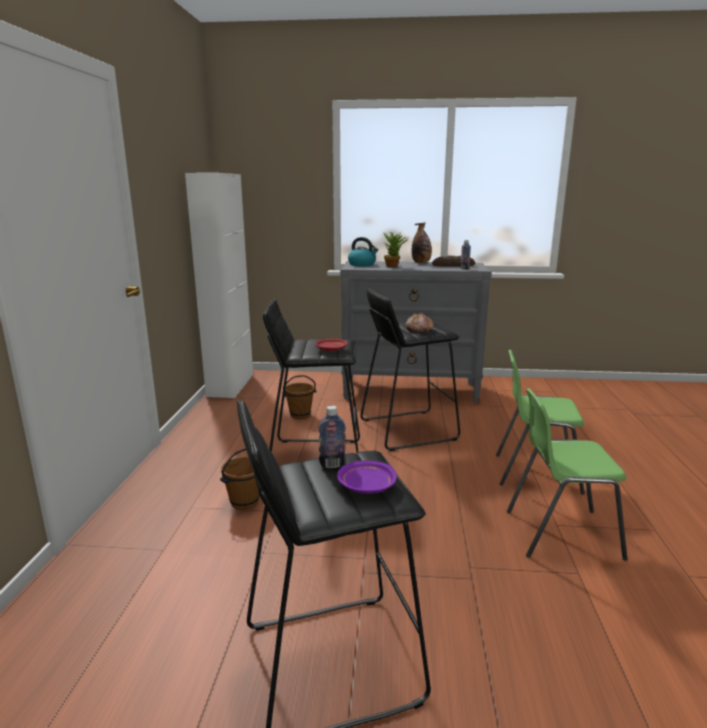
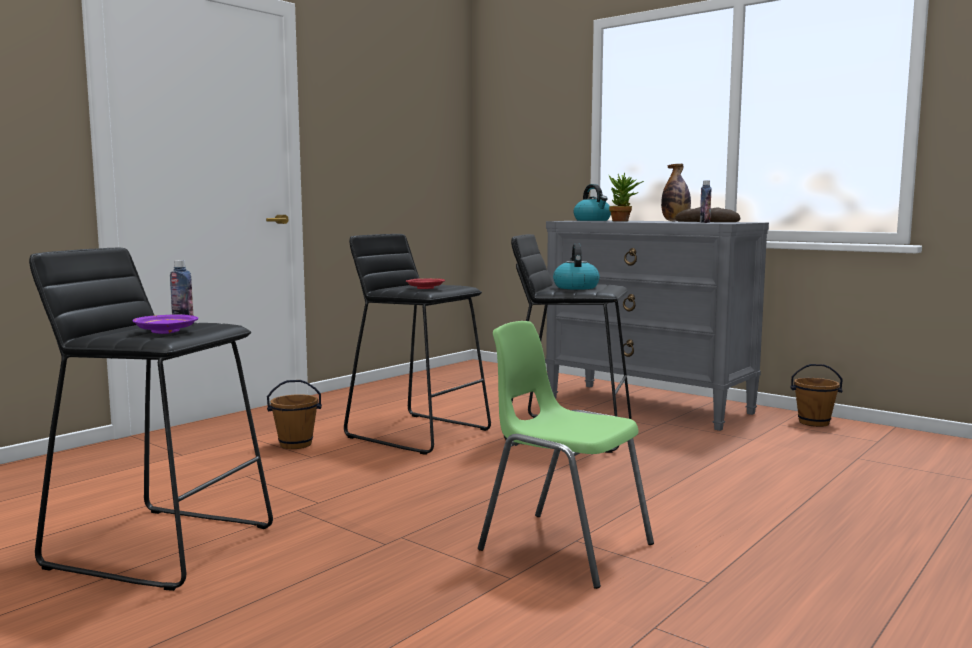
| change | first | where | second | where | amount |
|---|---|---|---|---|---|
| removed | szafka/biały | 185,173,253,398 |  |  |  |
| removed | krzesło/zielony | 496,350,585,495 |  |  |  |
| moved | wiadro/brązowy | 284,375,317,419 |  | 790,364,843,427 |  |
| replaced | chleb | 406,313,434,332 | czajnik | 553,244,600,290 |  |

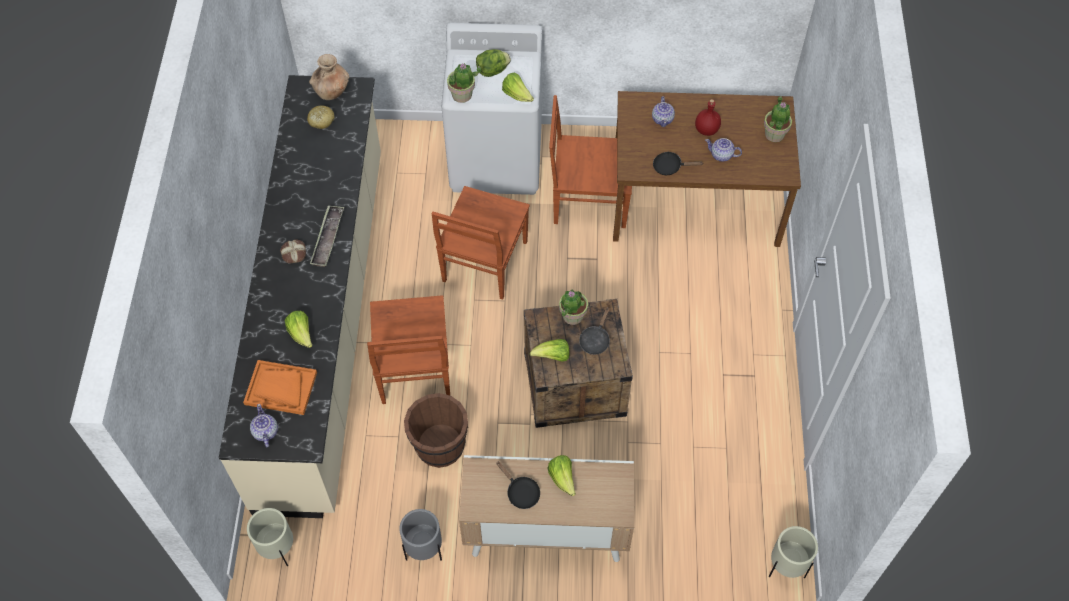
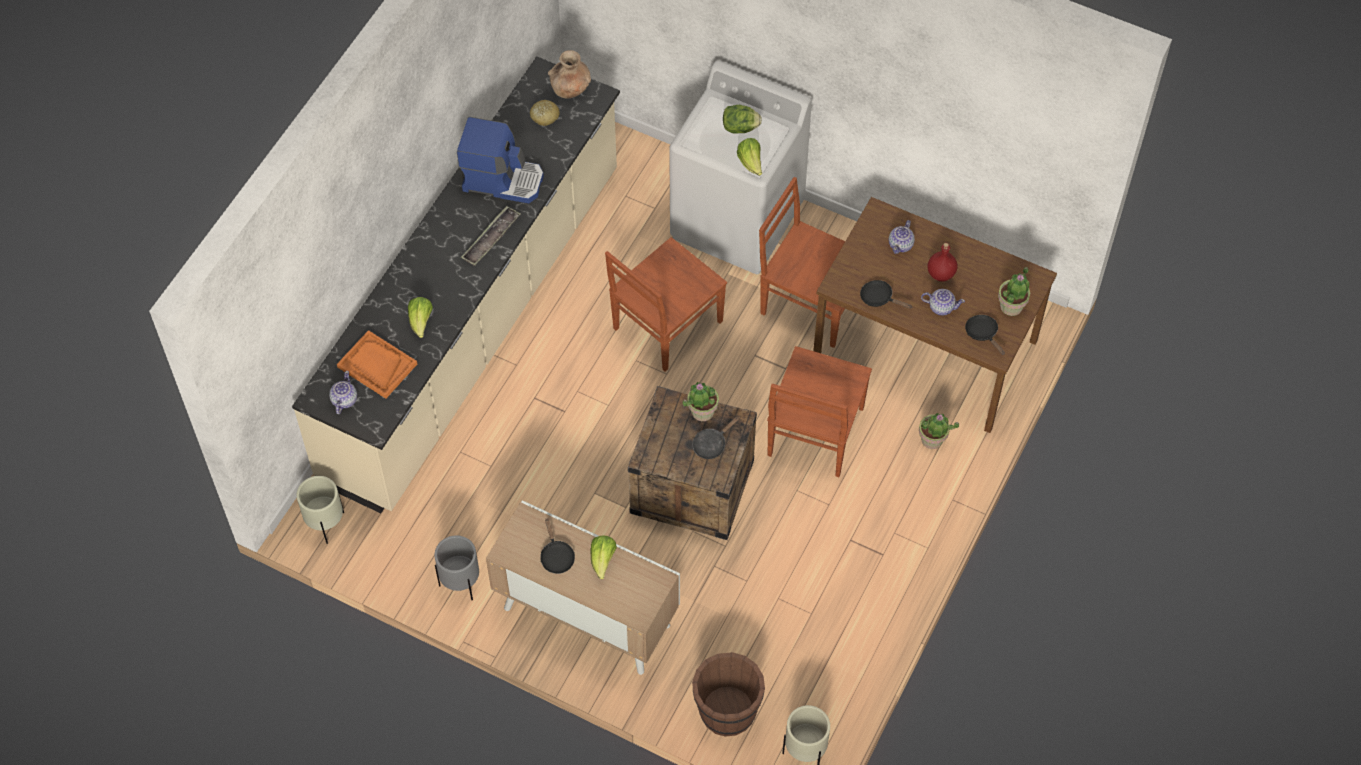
| change | first | where | second | where | amount |
|---|---|---|---|---|---|
| removed | chleb | 280,239,306,264 |  |  |  |
| removed | sałata | 530,339,569,362 |  |  |  |
| added |  |  | ekspres do kawy | 457,117,544,203 |  |
| added |  |  | patelnia/czarny | 965,315,1005,355 |  |
| moved | krzesło/brązowy | 367,295,450,404 |  | 767,346,872,477 |  |
| moved | wiadro/brązowy | 404,393,468,468 |  | 692,652,765,737 |  |
| moved | roślina doniczkowa | 447,63,481,103 |  | 919,413,959,449 |  |
| turned | imbryk | 705,138,742,162 |  | 921,289,965,315 | 150 degrees clockwise |

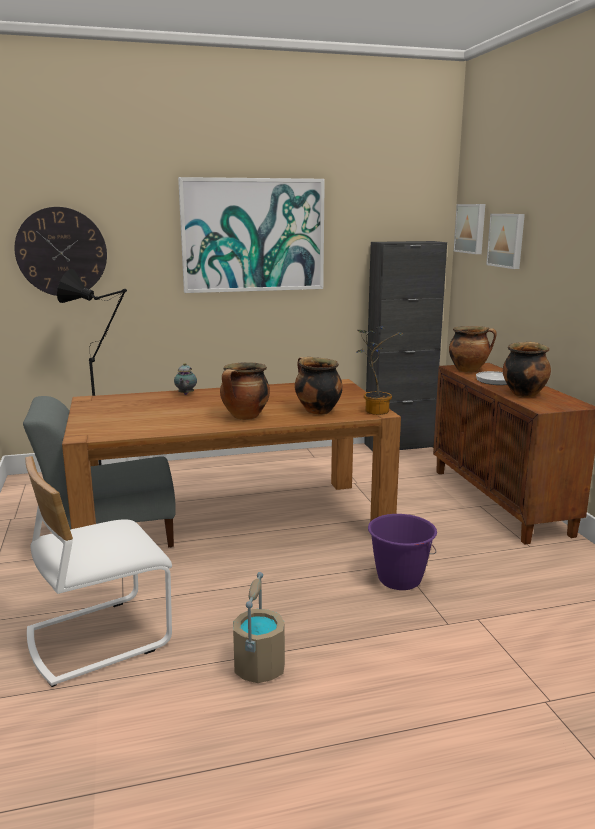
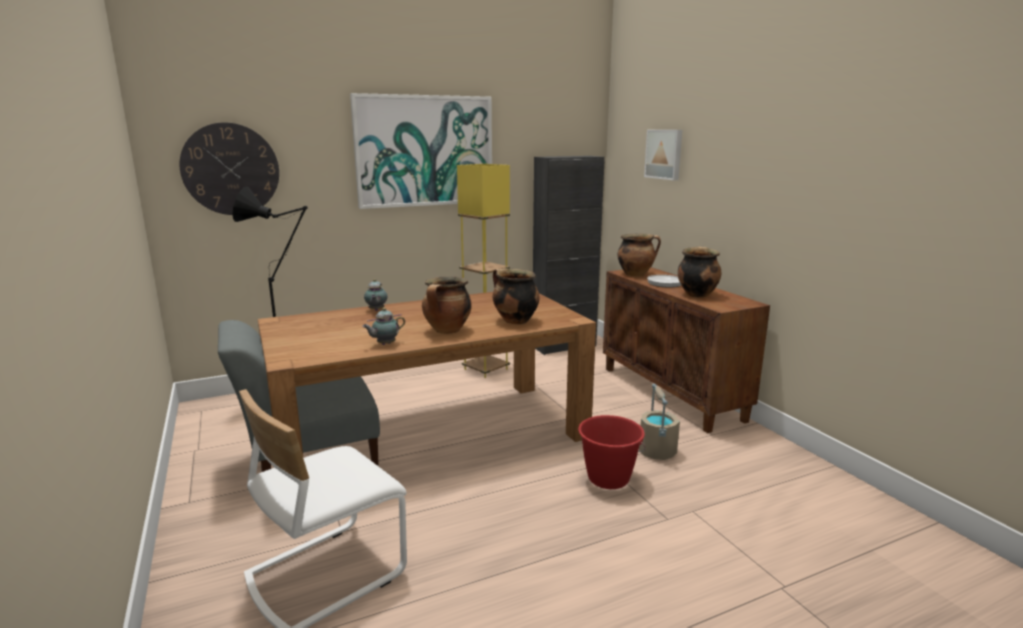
| change | first | where | second | where | amount |
|---|---|---|---|---|---|
| removed | roślina doniczkowa | 357,326,404,415 |  |  |  |
| removed | obraz | 454,204,485,254 |  |  |  |
| added |  |  | imbryk | 362,308,405,345 |  |
| added |  |  | lampa stojąca/żółty | 457,164,510,378 |  |
| moved | wiadro/beżowy | 233,572,285,683 |  | 639,384,680,460 |  |
| recoloured | wiadro/fioletowy | 368,514,437,590 | wiadro/czerwony | 578,415,645,489 |  |

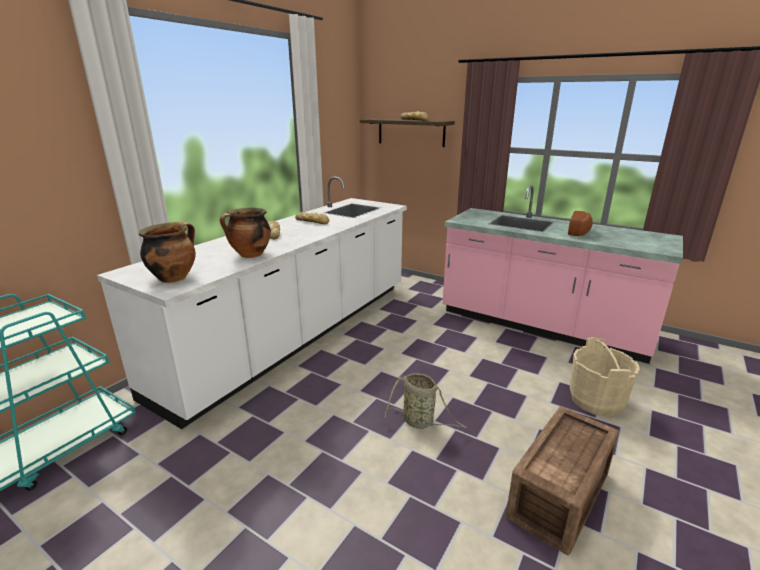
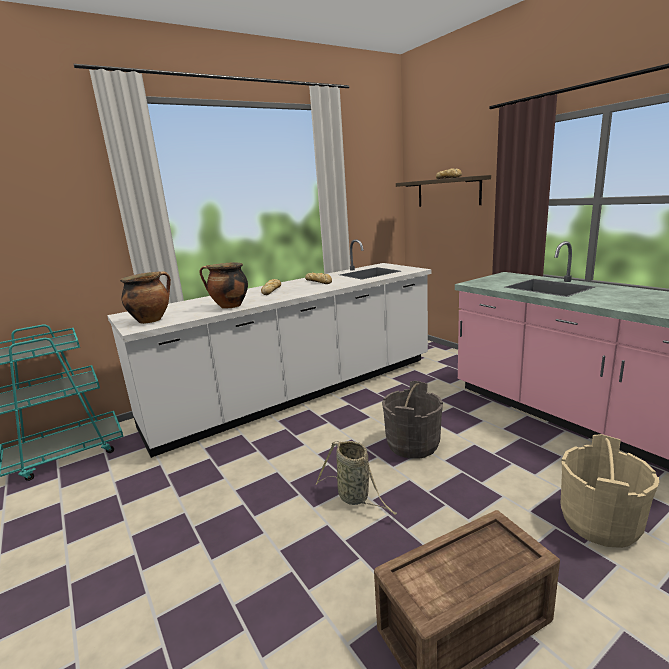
| change | first | where | second | where | amount |
|---|---|---|---|---|---|
| removed | chleb | 568,211,593,236 |  |  |  |
| added |  |  | wiadro/szary | 382,381,443,459 |  |

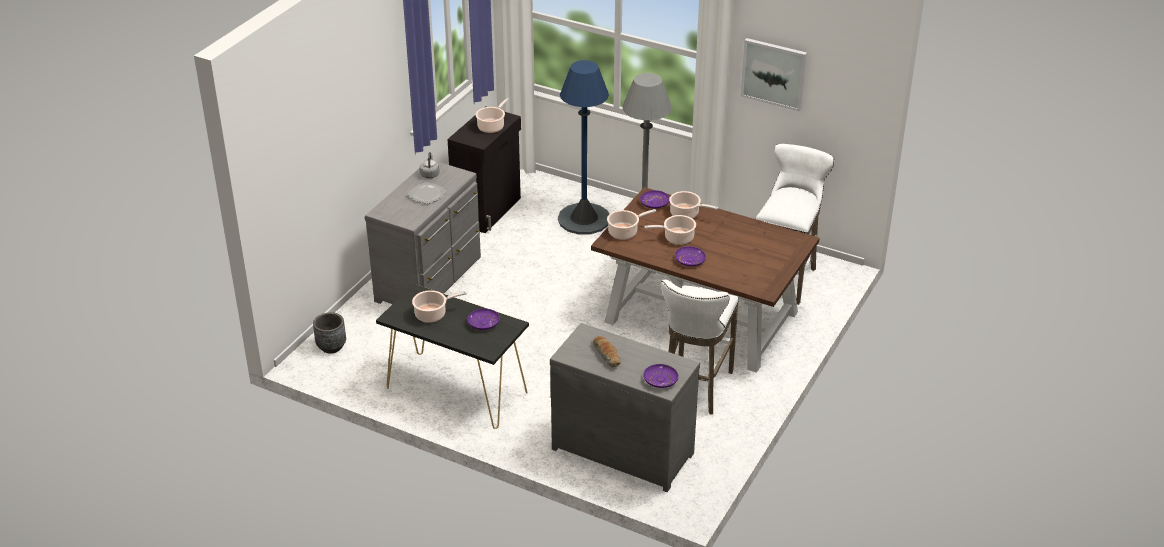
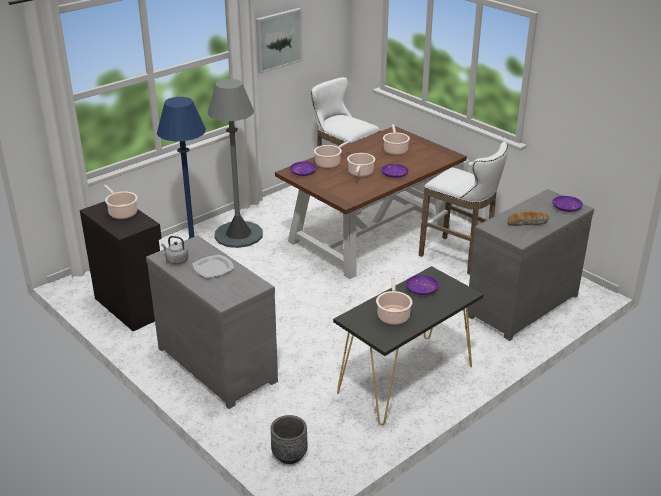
| change | first | where | second | where | amount |
|---|---|---|---|---|---|
| moved | garnek | 607,209,656,240 |  | 383,124,410,155 |  |

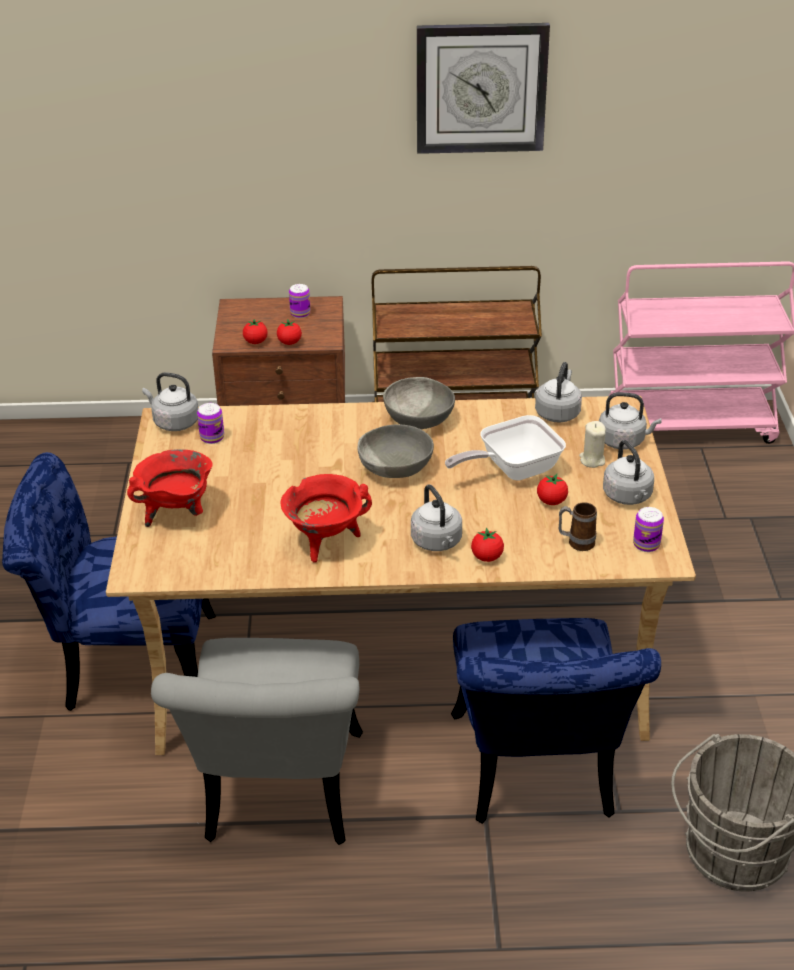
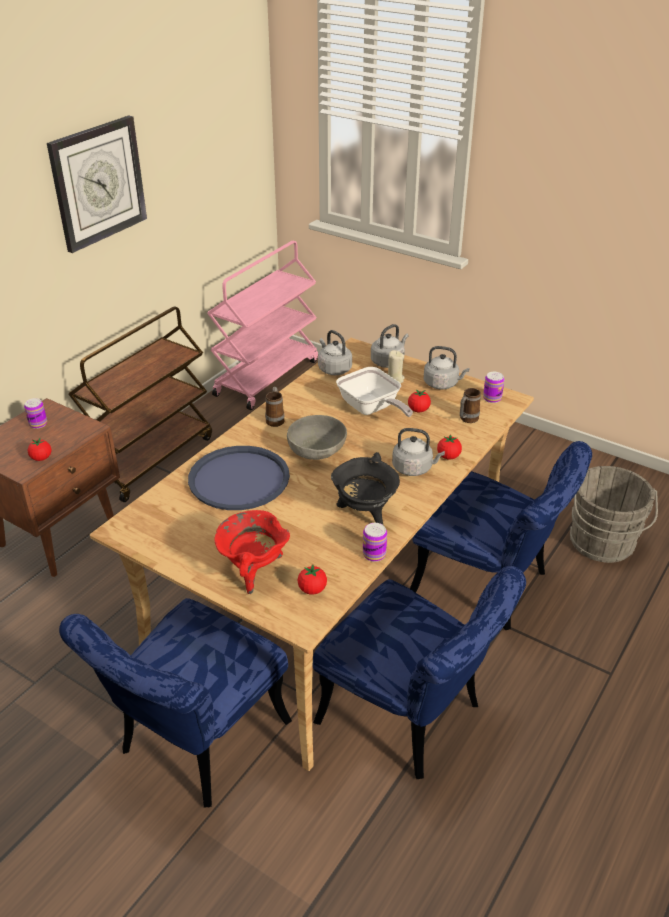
| change | first | where | second | where | amount |
|---|---|---|---|---|---|
| removed | czajnik/szary | 142,372,198,431 |  |  |  |
| added |  |  | taca/niebieski | 188,446,290,510 |  |
| moved | puszka | 197,403,224,444 |  | 363,523,387,562 |  |
| moved | pomidor | 277,320,302,345 |  | 298,564,327,595 |  |
| replaced | miska/szary | 383,377,455,429 | kubek | 265,387,285,427 |  |
| recoloured | krzesło/szary | 151,638,363,845 | krzesło/niebieski | 313,566,526,779 |  |
| recoloured | garnek/czerwony | 280,474,372,563 | garnek/czarny | 331,452,400,525 |  |
| turned | patelnia | 445,415,566,481 |  | 336,367,413,417 | 45 degrees counterclockwise |

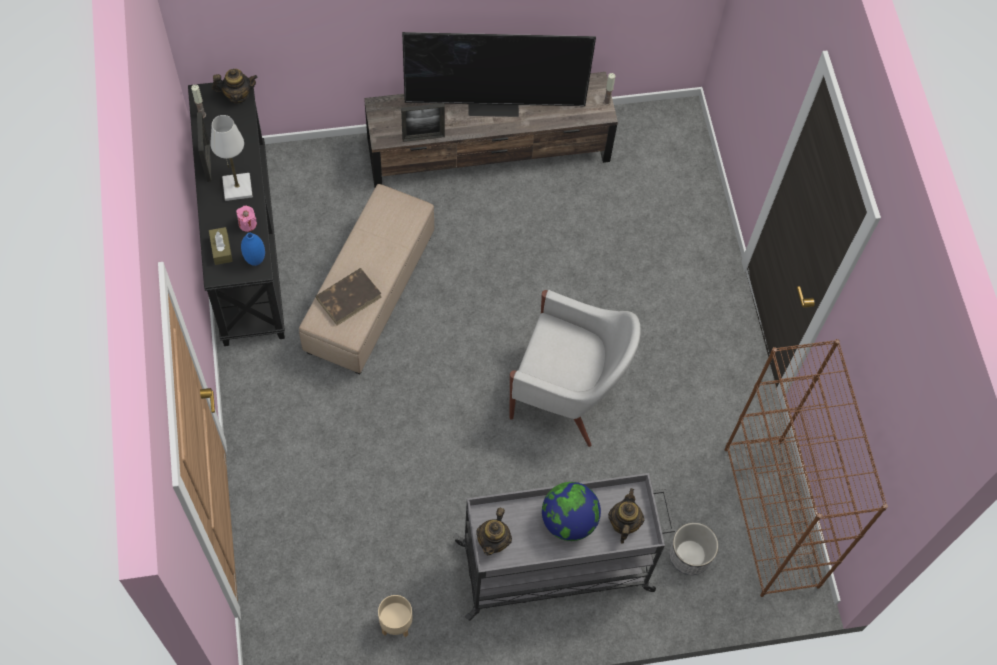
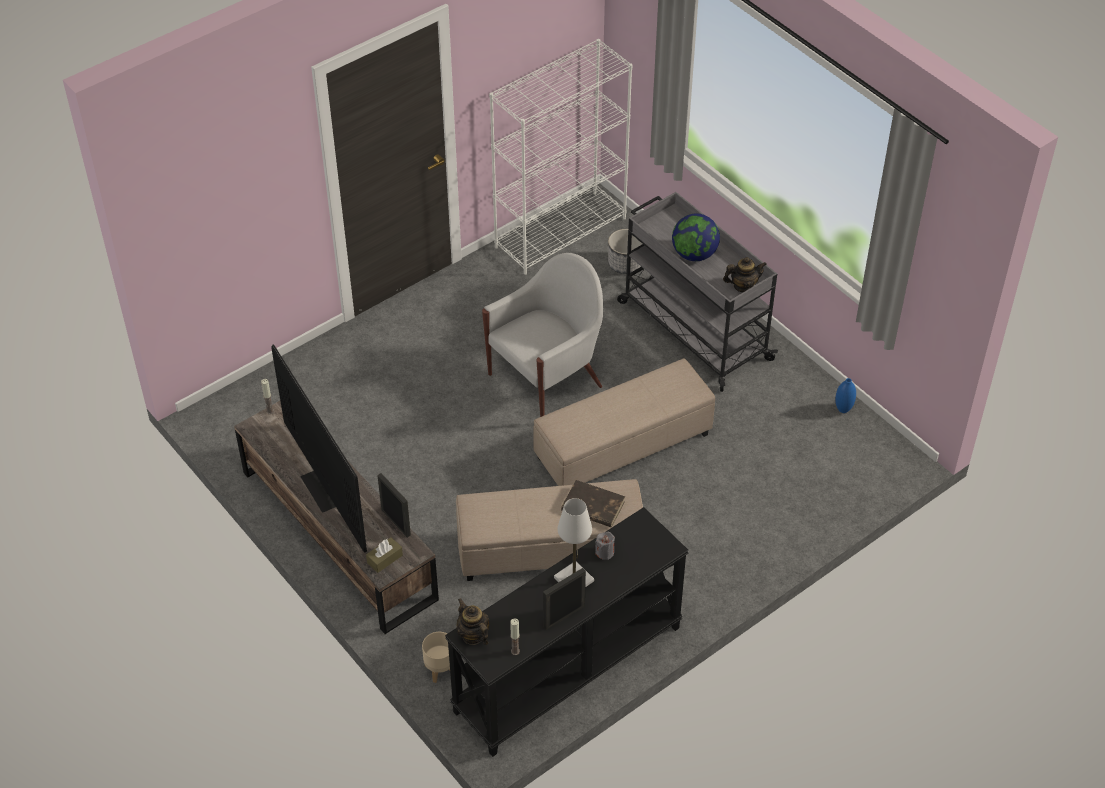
| change | first | where | second | where | amount |
|---|---|---|---|---|---|
| removed | imbryk | 608,488,644,544 |  |  |  |
| added |  |  | pufa/beżowy | 533,358,715,486 |  |
| moved | pudełko chusteczek/brązowy | 209,227,233,265 |  | 366,537,403,573 |  |
| moved | wazon/niebieski | 241,233,265,266 |  | 835,378,856,413 |  |
| moved | donica/beżowy | 378,595,412,637 |  | 422,632,450,683 |  |
| recoloured | świeca/różowy | 236,205,257,232 | świeca/szary | 595,532,615,560 |  |
| recoloured | regał/brązowy | 724,339,888,597 | regał/biały | 489,39,632,275 |  |
| turned | fotel/biały | 510,290,641,447 |  | 482,253,603,417 | 60 degrees clockwise |

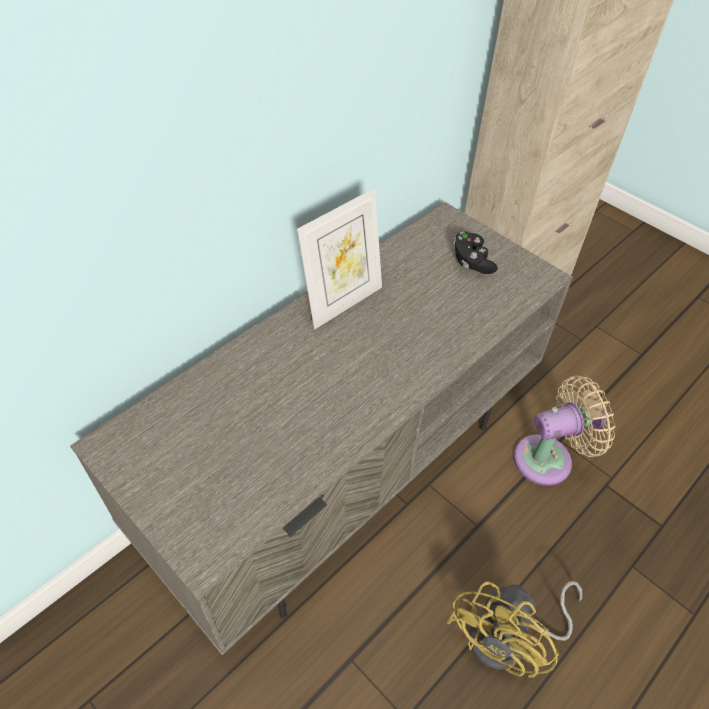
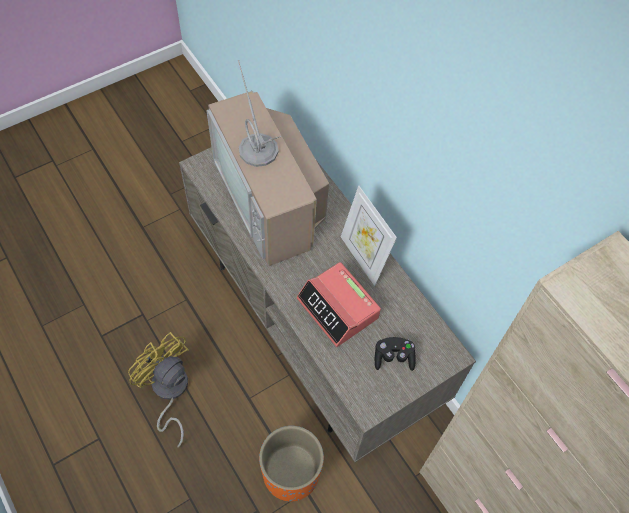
| change | first | where | second | where | amount |
|---|---|---|---|---|---|
| added |  |  | telewizor | 207,60,329,266 |  |
| added |  |  | budzik | 297,262,381,347 |  |
| replaced | wentylator/beżowy | 514,376,616,486 | donica/pomarańczowy | 259,426,324,501 |  |

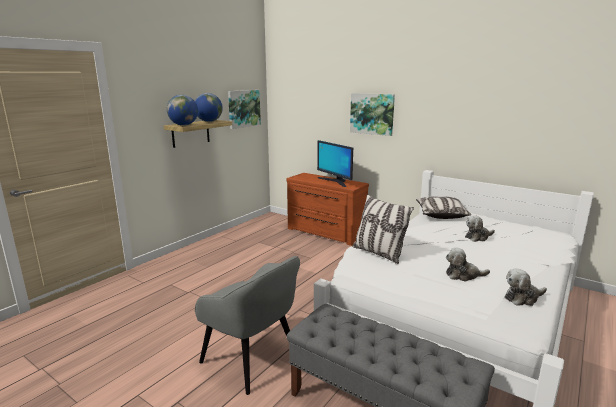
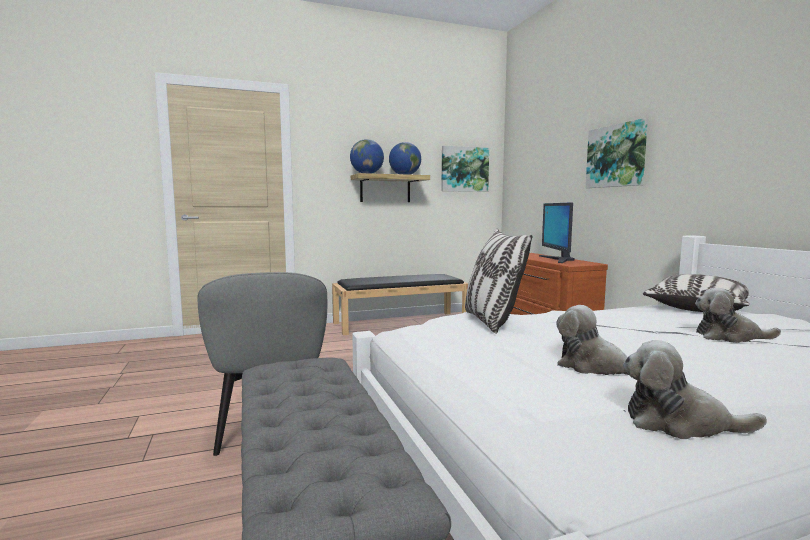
| change | first | where | second | where | amount |
|---|---|---|---|---|---|
| added |  |  | ławka/czarny | 332,274,469,335 |  |

